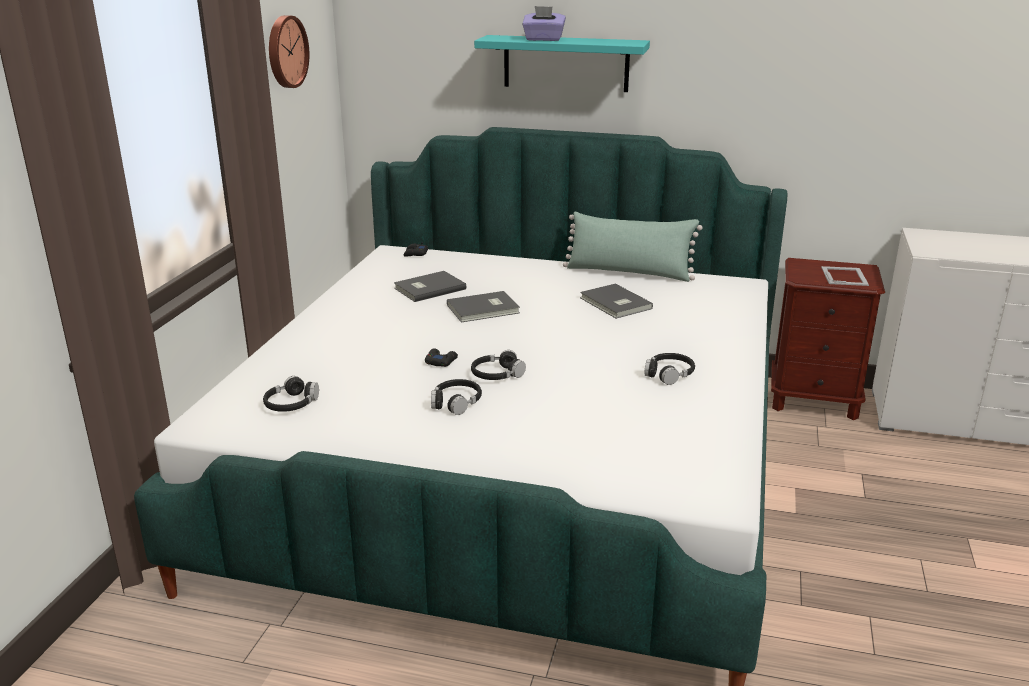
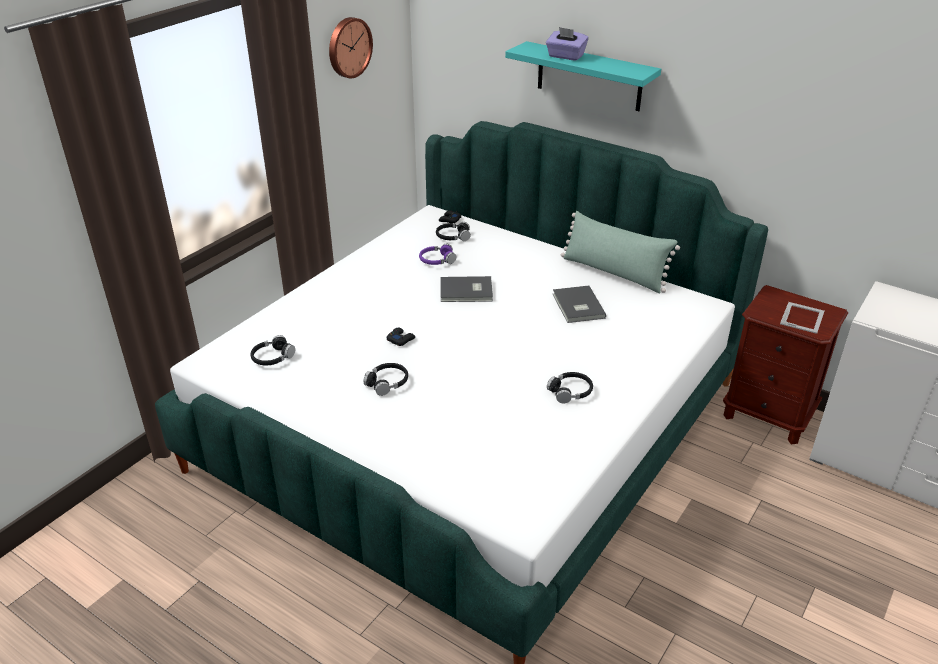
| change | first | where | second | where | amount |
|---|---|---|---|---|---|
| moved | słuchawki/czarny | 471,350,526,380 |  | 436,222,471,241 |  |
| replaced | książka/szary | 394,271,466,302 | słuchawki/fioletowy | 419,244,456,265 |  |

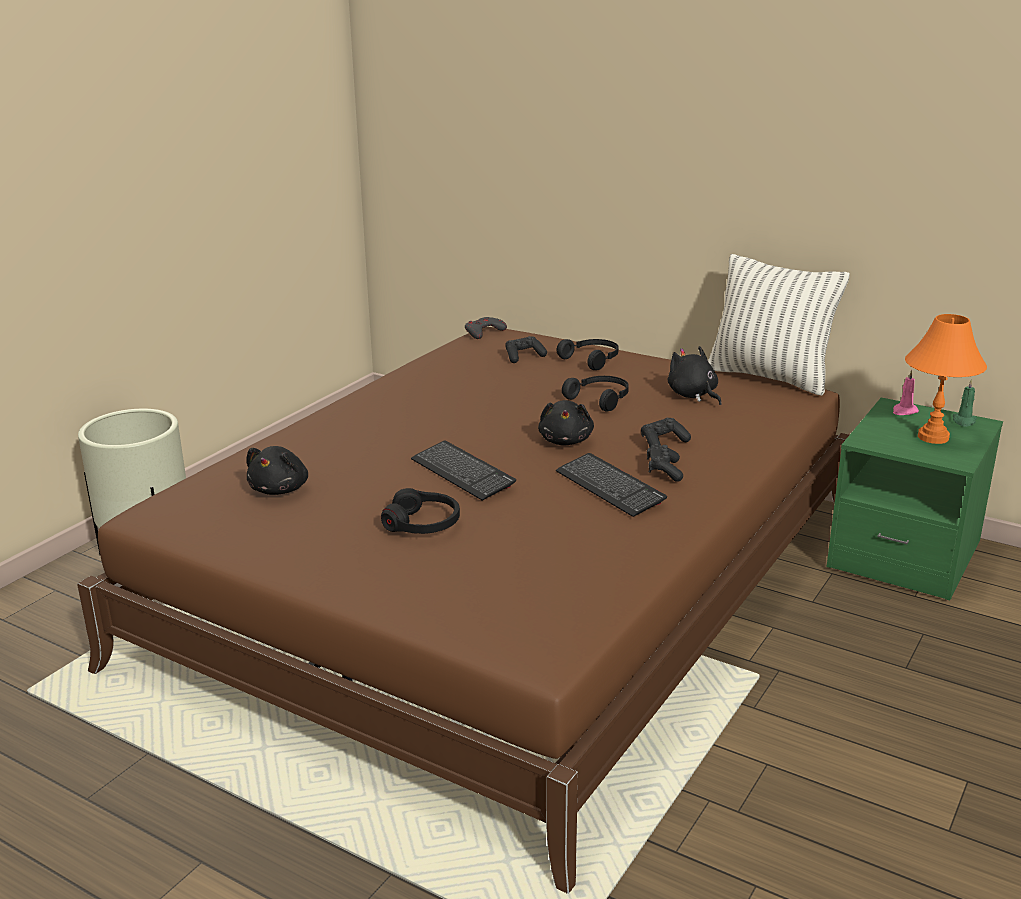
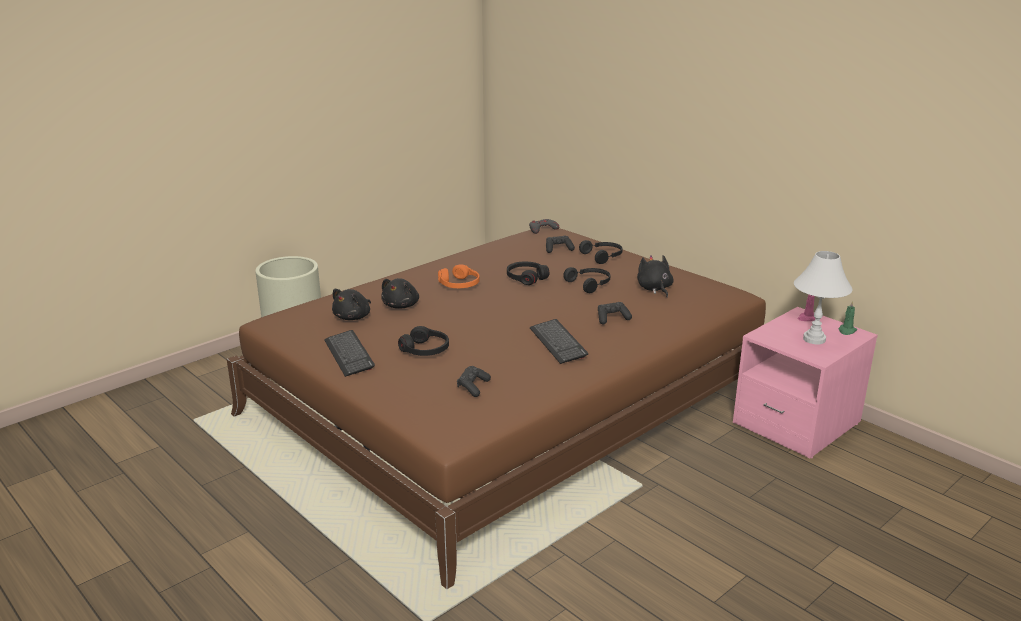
| change | first | where | second | where | amount |
|---|---|---|---|---|---|
| removed | poduszka | 708,254,850,396 |  |  |  |
| added |  |  | słuchawki/pomarańczowy | 438,265,480,288 |  |
| added |  |  | słuchawki/czarny | 507,262,549,285 |  |
| moved | klawiatura | 411,440,516,501 |  | 324,330,375,377 |  |
| moved | pluszak/czarny | 538,400,594,445 |  | 381,278,419,309 |  |
| moved | pad do gier/czarny | 647,444,683,482 |  | 457,366,491,397 |  |
| recoloured | szafka nocna/zielony | 827,398,1003,601 | szafka nocna/różowy | 733,307,878,459 |  |
| recoloured | lampa stołowa/pomarańczowy | 905,314,987,444 | lampa stołowa/biały | 794,251,853,344 |  |

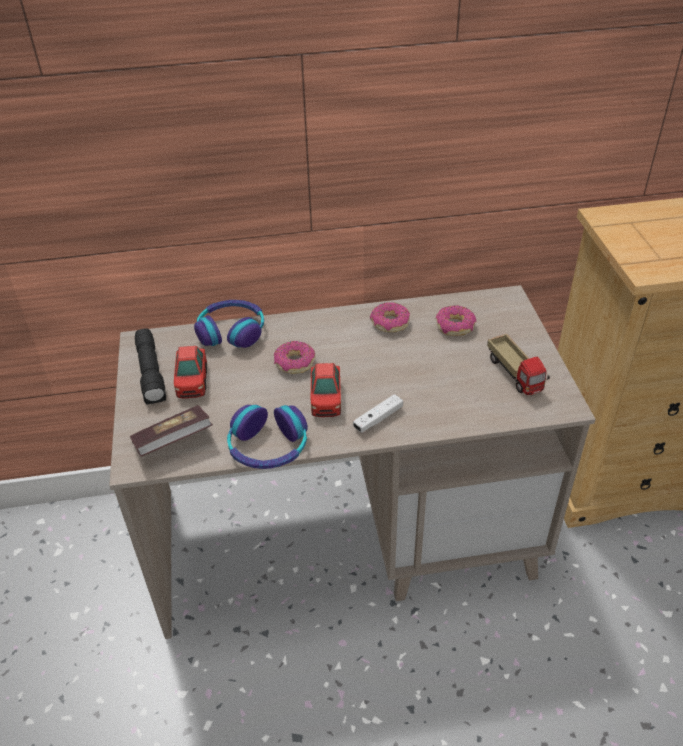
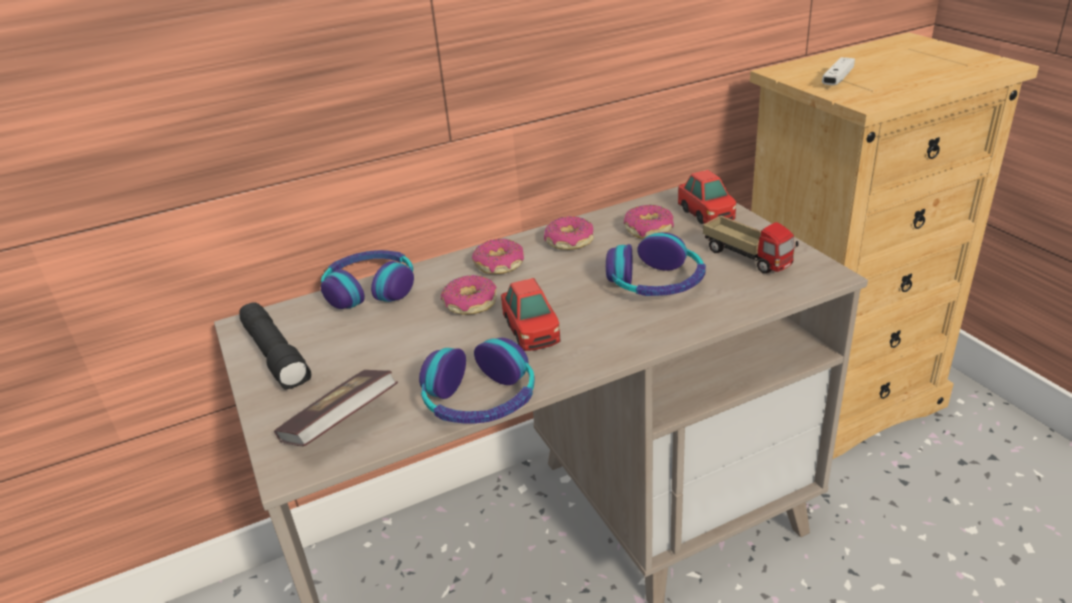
| change | first | where | second | where | amount |
|---|---|---|---|---|---|
| added |  |  | donut | 472,239,524,274 |  |
| added |  |  | słuchawki | 606,232,706,296 |  |
| moved | samochodzik | 174,346,207,399 |  | 678,170,736,224 |  |
| moved | pad do gier/biały | 353,394,403,433 |  | 822,57,855,85 |  |

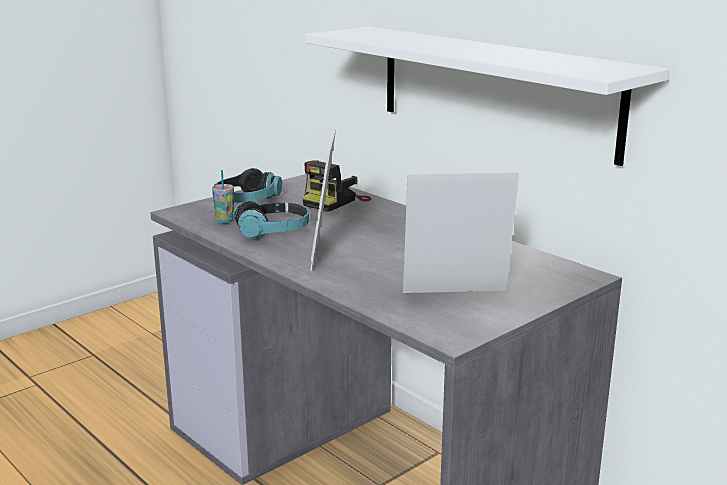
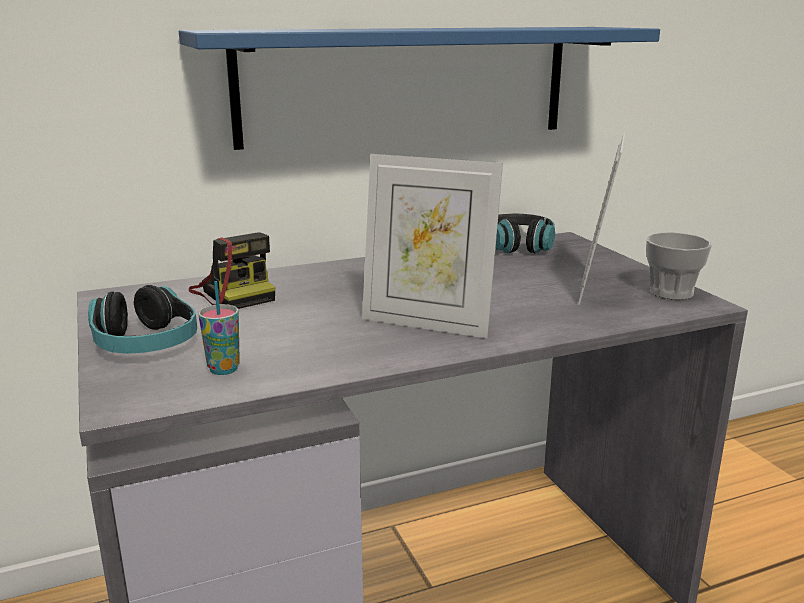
| change | first | where | second | where | amount |
|---|---|---|---|---|---|
| added |  |  | filiżanka | 646,232,712,300 |  |
| moved | słuchawki | 233,201,309,238 |  | 496,214,555,254 |  |
| recoloured | półka/biały | 305,26,670,166 | półka/niebieski | 179,27,660,150 |  |

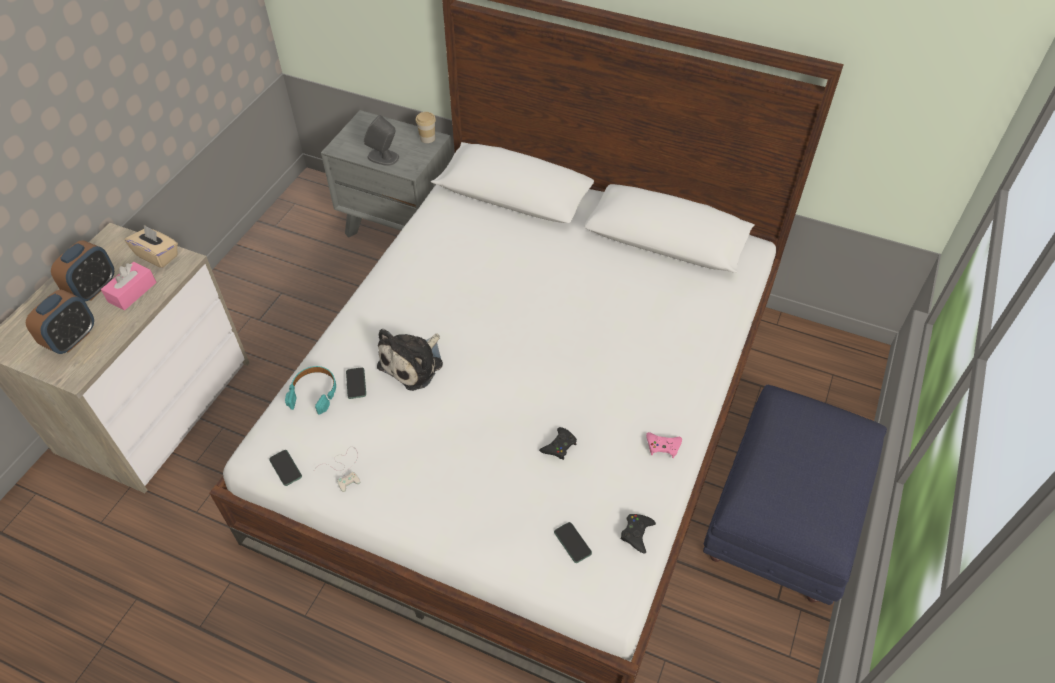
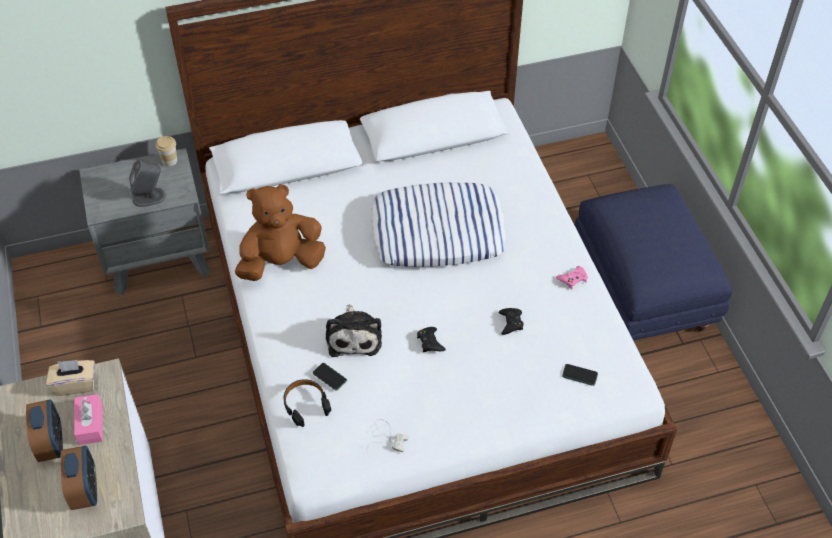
| change | first | where | second | where | amount |
|---|---|---|---|---|---|
| removed | telefon | 269,450,302,486 |  |  |  |
| added |  |  | pluszak/brązowy | 235,184,326,281 |  |
| added |  |  | poduszka | 371,182,506,267 |  |
| moved | pad do gier/czarny | 620,514,656,554 |  | 417,327,446,352 |  |
| recoloured | słuchawki/turkusowy | 285,366,336,415 | słuchawki/czarny | 284,379,331,427 |  |

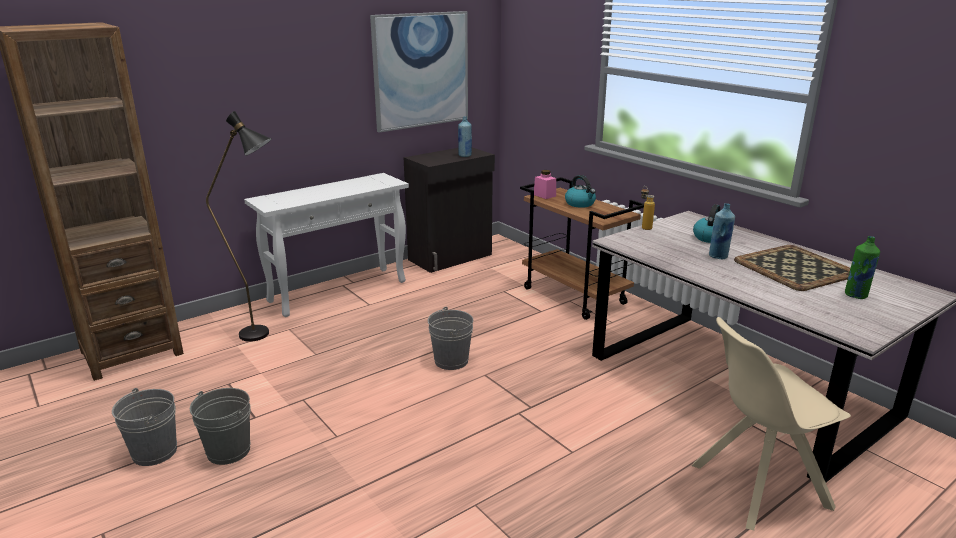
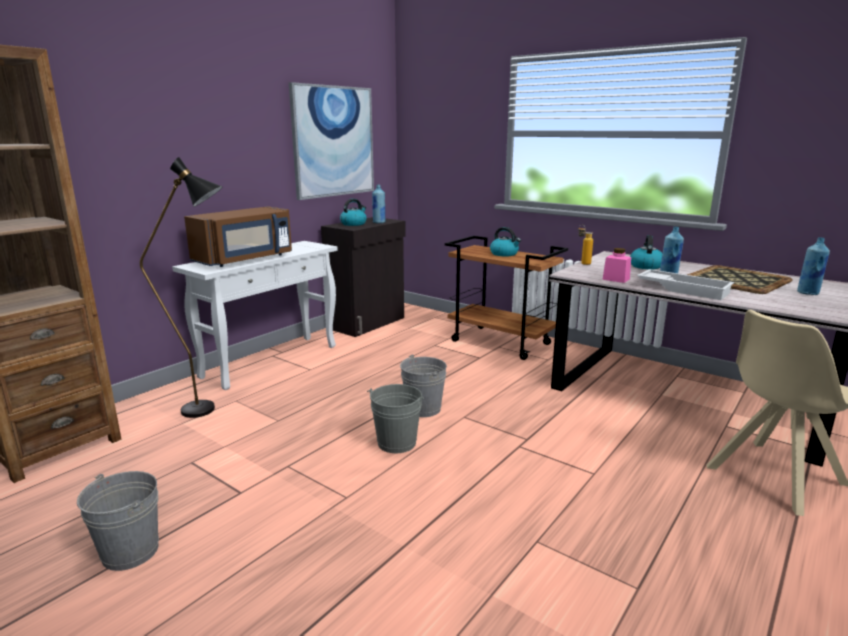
| change | first | where | second | where | amount |
|---|---|---|---|---|---|
| added |  |  | mikrofalówka/brązowy | 184,206,292,267 |  |
| added |  |  | czajnik | 340,199,367,226 |  |
| added |  |  | taca/biały | 637,269,734,300 |  |
| moved | wiadro/szary | 190,388,251,465 |  | 367,384,424,453 |  |
| moved | słoik/różowy | 534,170,556,199 |  | 602,248,631,283 |  |
| recoloured | butelka/zielony | 845,236,880,299 | butelka/niebieski | 797,237,830,295 |  |

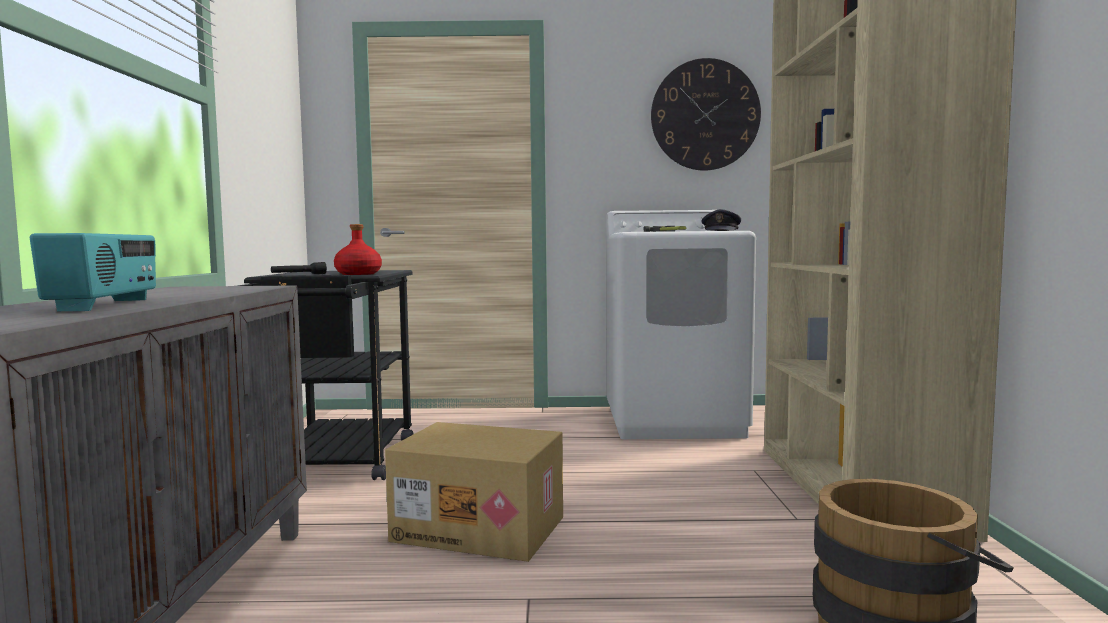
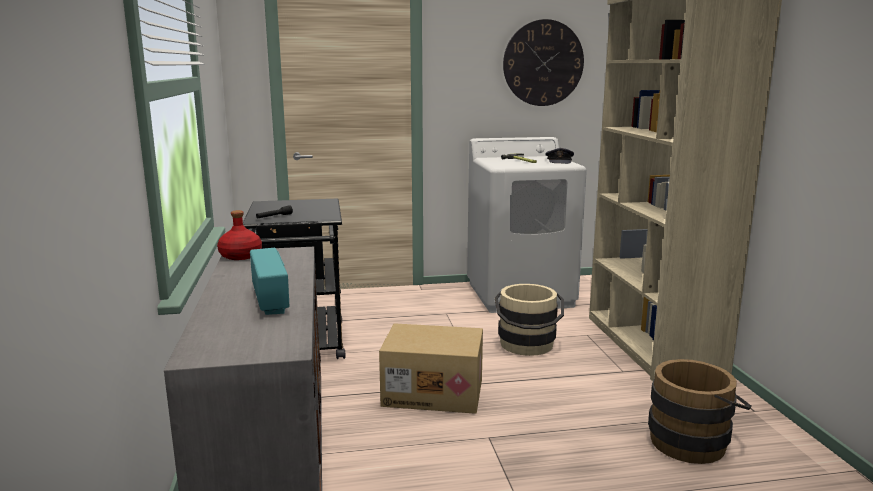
| change | first | where | second | where | amount |
|---|---|---|---|---|---|
| added |  |  | wiadro/beżowy | 495,284,564,356 |  |
| moved | butelka/czerwony | 334,224,382,275 |  | 217,210,262,260 |  |

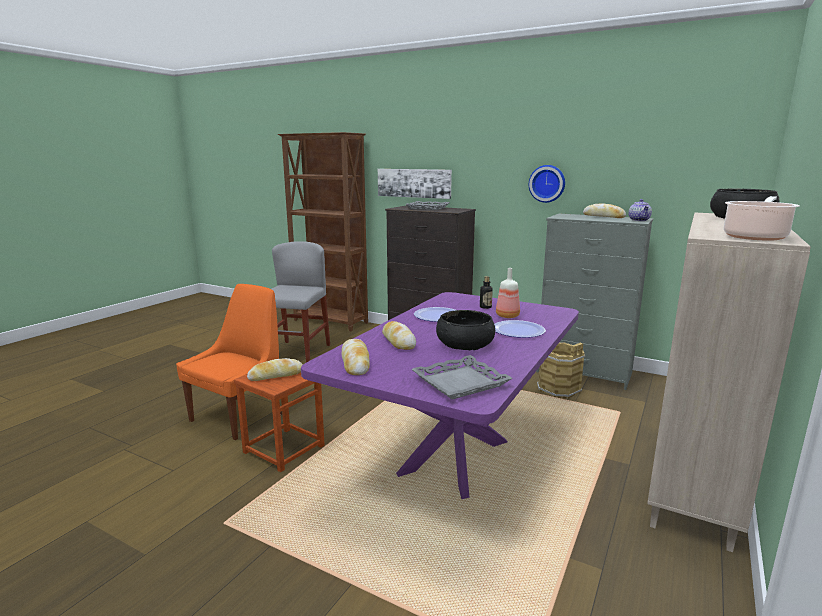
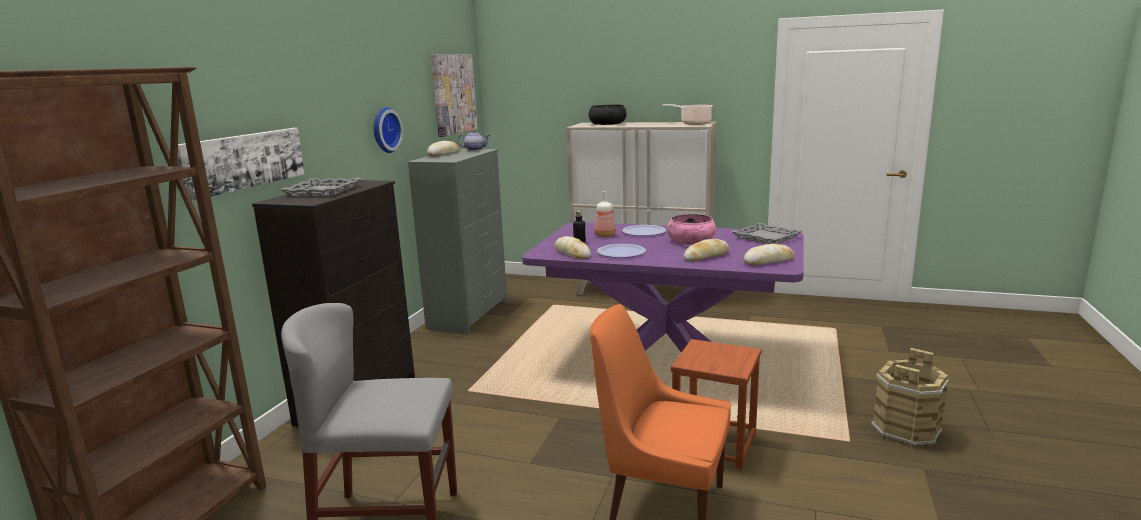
| change | first | where | second | where | amount |
|---|---|---|---|---|---|
| added |  |  | obraz | 431,54,477,137 |  |
| moved | chleb | 247,358,303,381 |  | 555,236,591,259 |  |
| moved | wiadro/brązowy | 537,342,585,399 |  | 871,348,949,448 |  |
| recoloured | miska/czarny | 436,310,495,350 | miska/różowy | 667,214,716,244 |  |

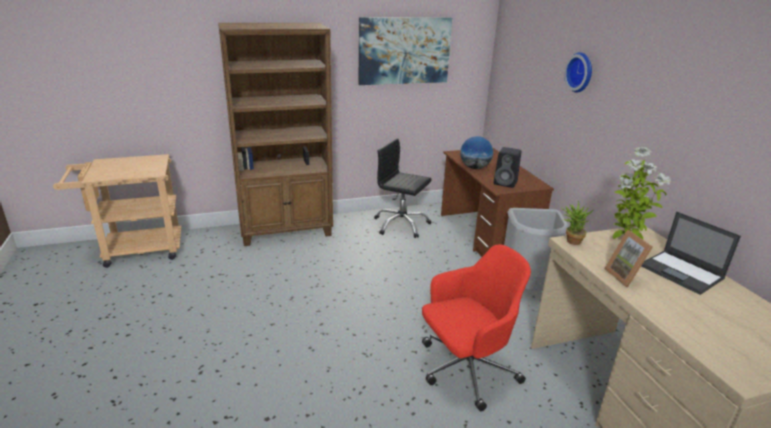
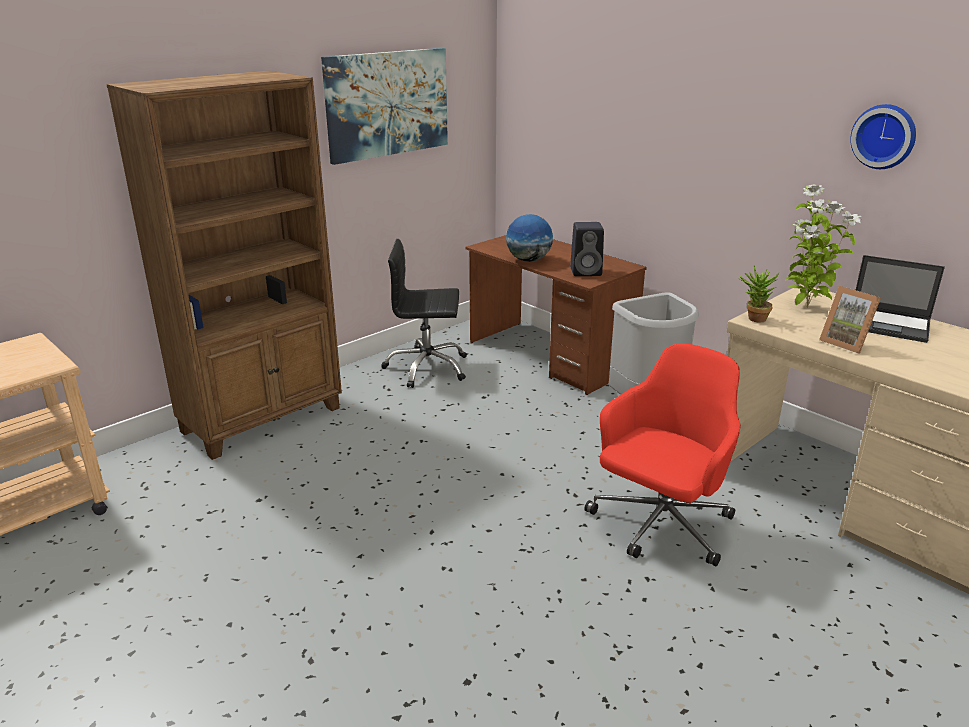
| change | first | where | second | where | amount |
|---|---|---|---|---|---|
| moved | zegar ścienny | 564,52,592,93 |  | 850,104,916,169 |  |

